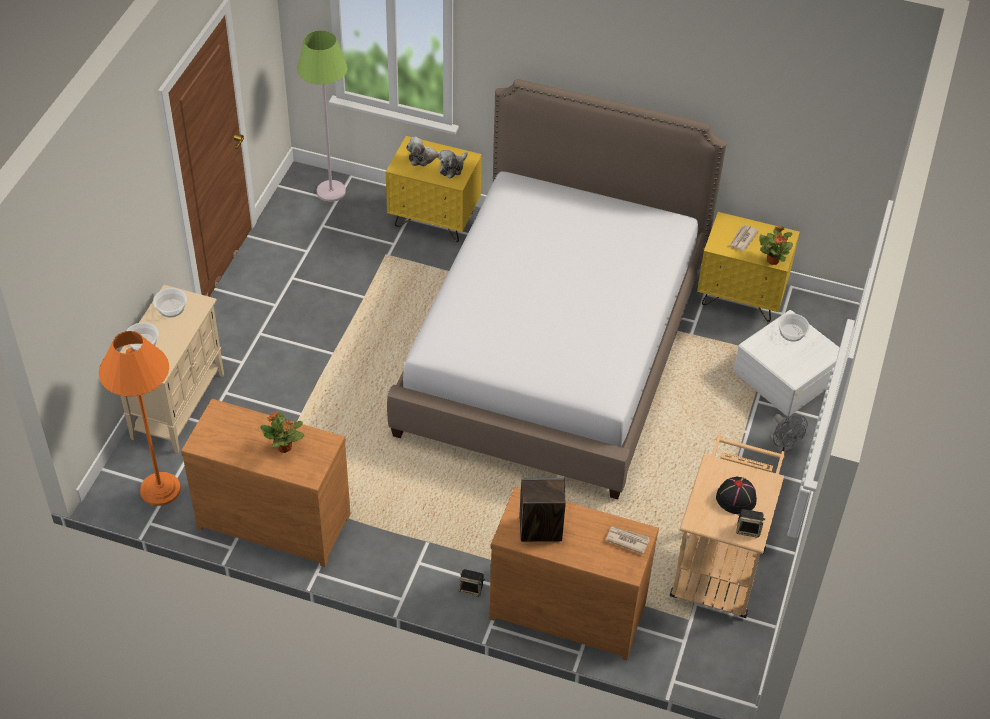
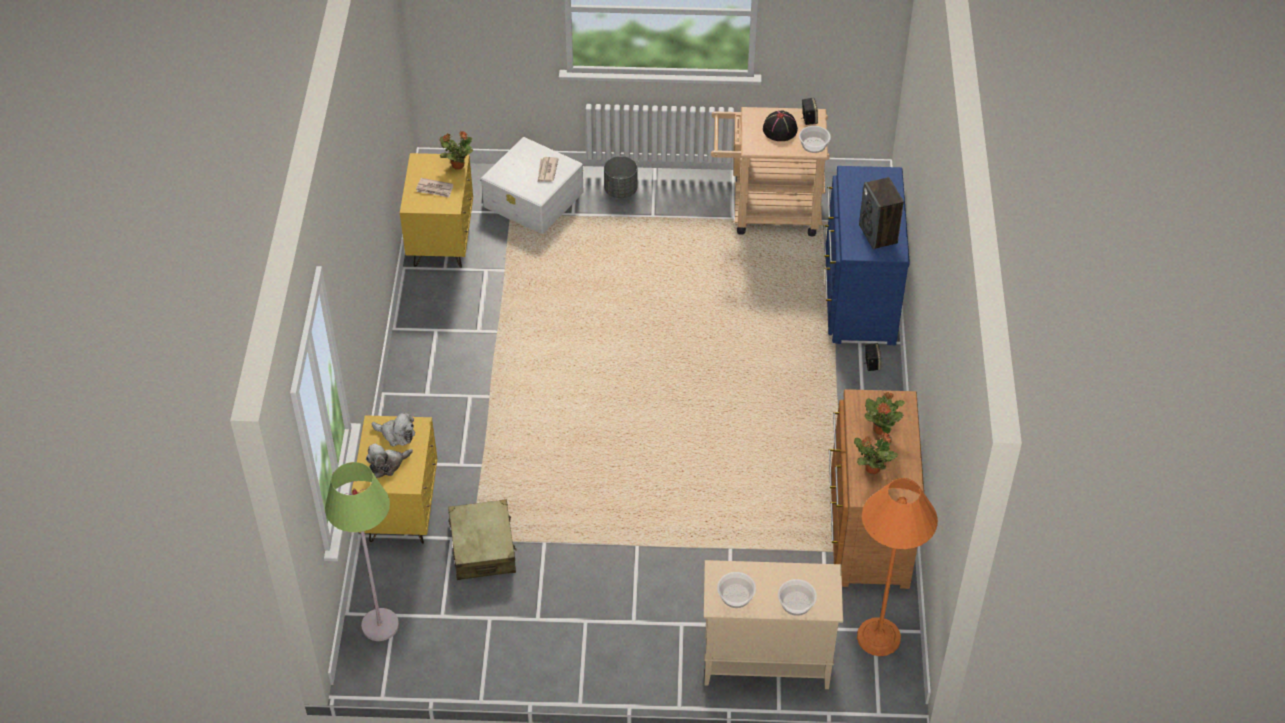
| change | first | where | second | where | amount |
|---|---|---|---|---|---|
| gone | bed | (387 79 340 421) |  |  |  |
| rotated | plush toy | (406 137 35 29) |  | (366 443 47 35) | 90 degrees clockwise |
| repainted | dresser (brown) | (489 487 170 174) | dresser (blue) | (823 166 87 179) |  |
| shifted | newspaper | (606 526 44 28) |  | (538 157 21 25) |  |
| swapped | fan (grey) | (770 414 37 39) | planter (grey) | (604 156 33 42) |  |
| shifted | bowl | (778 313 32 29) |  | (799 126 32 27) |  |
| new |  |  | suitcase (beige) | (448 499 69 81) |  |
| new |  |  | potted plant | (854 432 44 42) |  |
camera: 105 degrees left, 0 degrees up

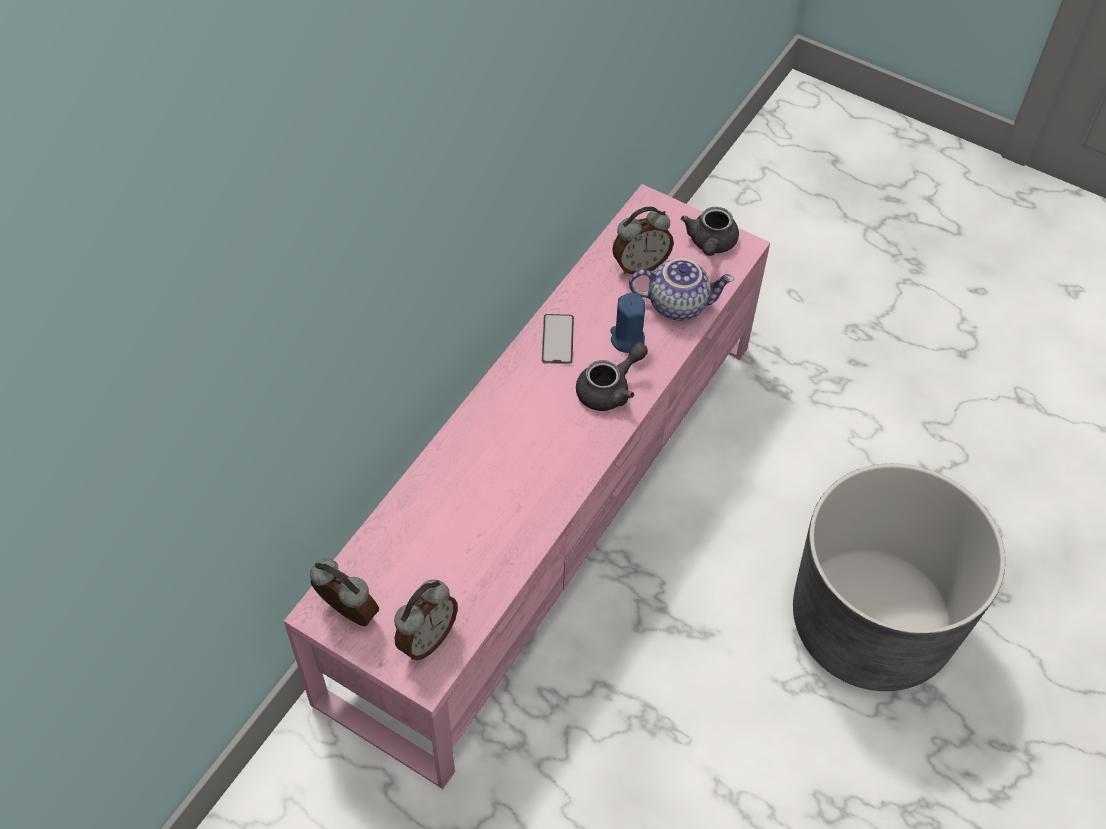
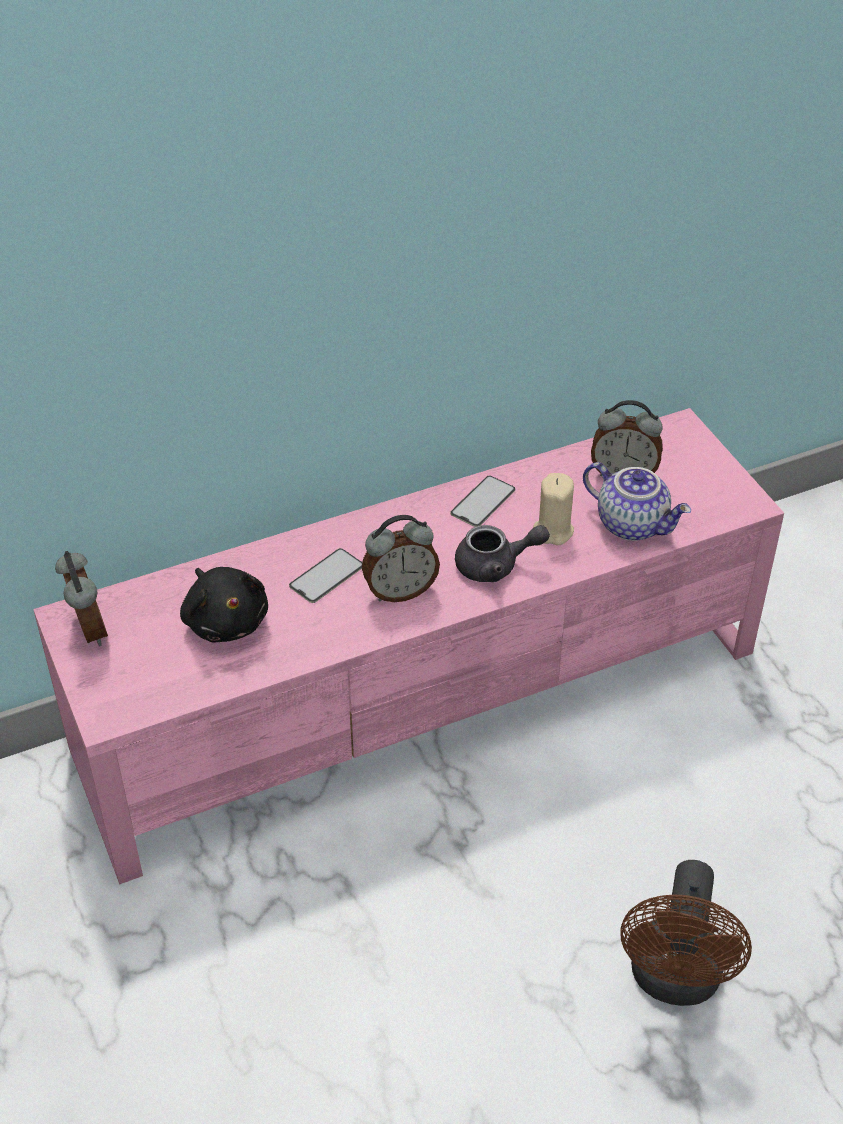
| change | first | where | second | where | amount |
|---|---|---|---|---|---|
| shifted | alarm clock | (394 580 64 81) |  | (362 515 78 87) |  |
| repainted | candle (blue) | (610 293 36 60) | candle (beige) | (533 473 41 72) |  |
| gone | teapot (grey) | (681 207 58 49) |  |  |  |
| swapped | planter (grey) | (793 463 212 228) | fan (brown) | (621 860 131 146) |  |
| new |  |  | plush toy (black) | (180 567 88 75) |  |
| new |  |  | phone | (289 548 74 55) |  |
camera: 35 degrees right, 10 degrees down

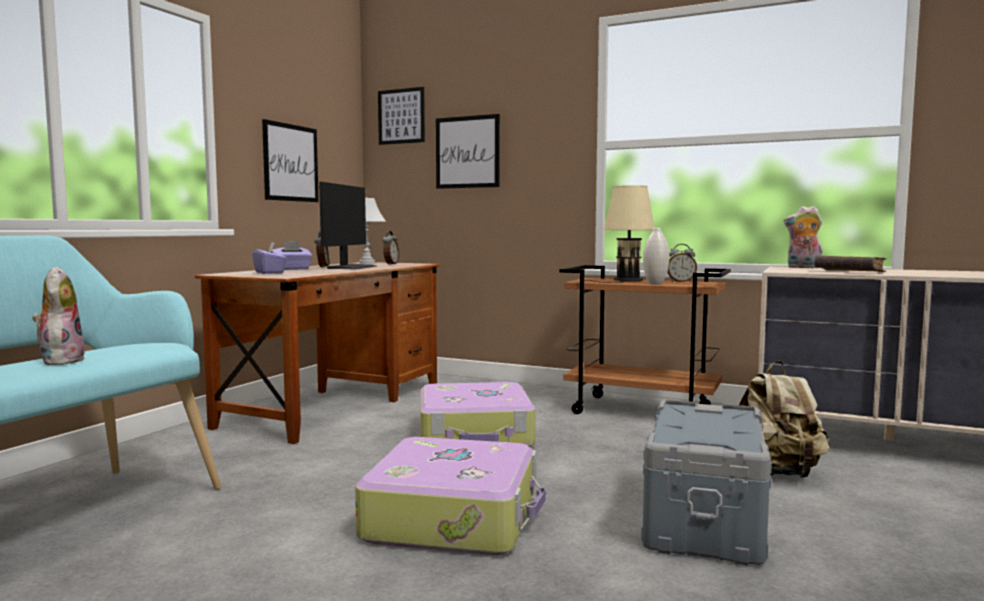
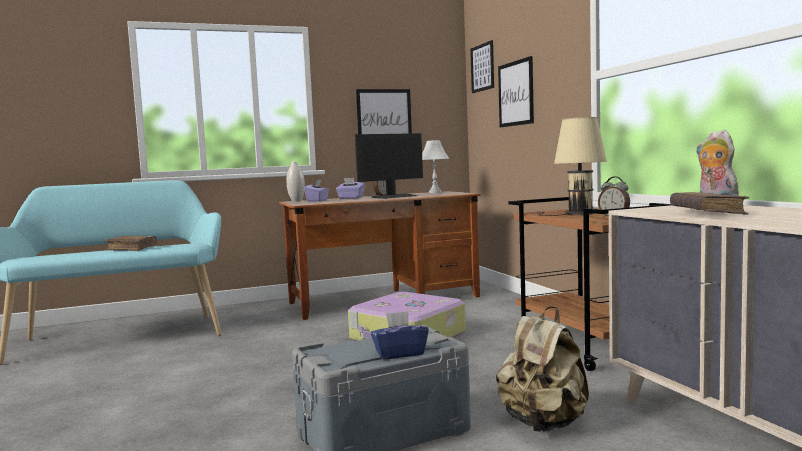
| change | first | where | second | where | amount |
|---|---|---|---|---|---|
| swapped | plush toy | (32 267 53 98) | book (brown) | (104 236 53 15) |  |
| gone | suitcase | (355 437 191 118) |  |  |  |
| gone | alarm clock | (382 231 17 34) |  |  |  |
| shifted | vase (white) | (643 228 26 57) |  | (287 162 18 40) |  |
| new |  |  | tissue box (blue) | (371 311 58 48) |  |
camera: 45 degrees right, 0 degrees up

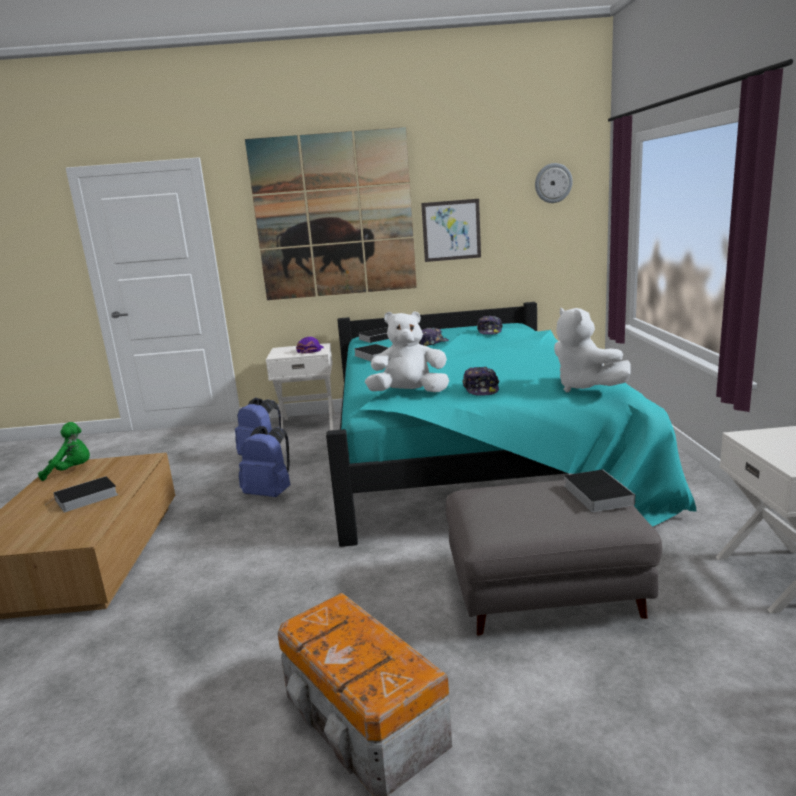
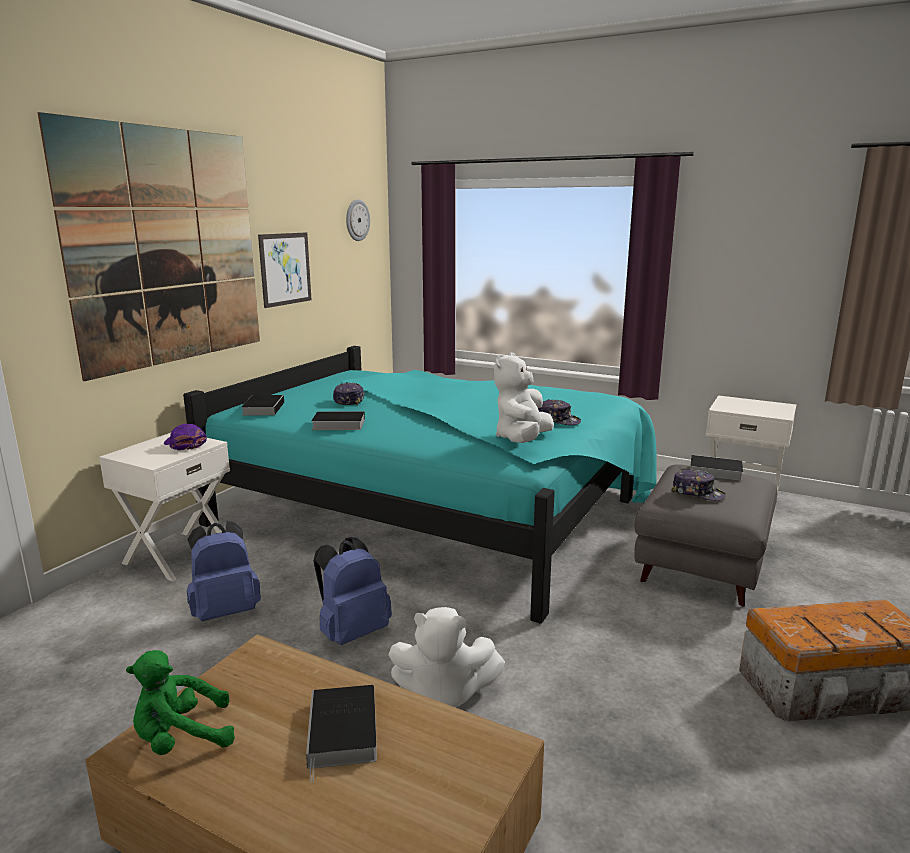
| change | first | where | second | where | amount |
|---|---|---|---|---|---|
| rotated | plush toy (green) | (38 422 52 59) |  | (126 650 109 105) | 135 degrees counterclockwise |
| shifted | cap | (477 316 26 19) |  | (671 469 55 32) |  |
| shifted | plush toy (white) | (554 308 77 84) |  | (388 607 117 100) |  |
camera: 60 degrees left, 0 degrees up

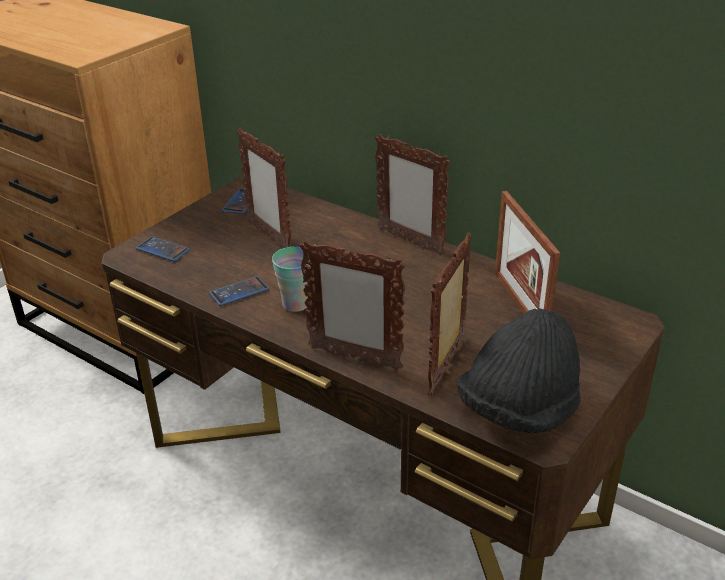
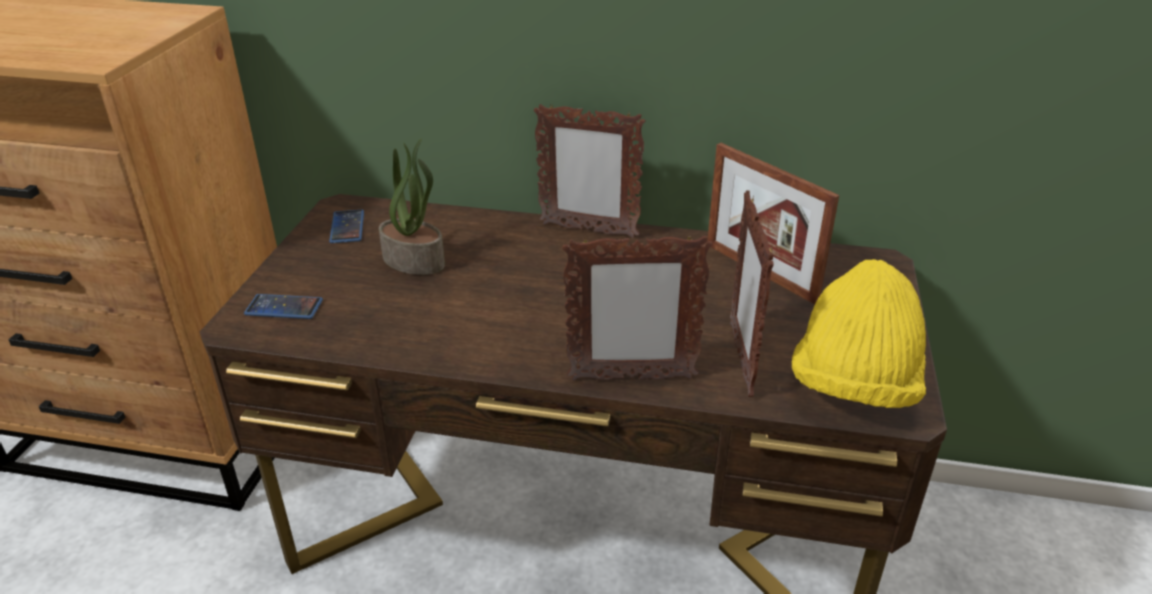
| change | first | where | second | where | amount |
|---|---|---|---|---|---|
| gone | phone | (209 276 60 30) |  |  |  |
| swapped | picture frame | (237 128 54 120) | potted plant | (379 138 66 137) |  |
| gone | cup | (272 247 39 65) |  |  |  |
| repainted | hat (black) | (456 308 125 125) | hat (yellow) | (792 259 134 149) |  |
camera: 25 degrees left, 0 degrees up

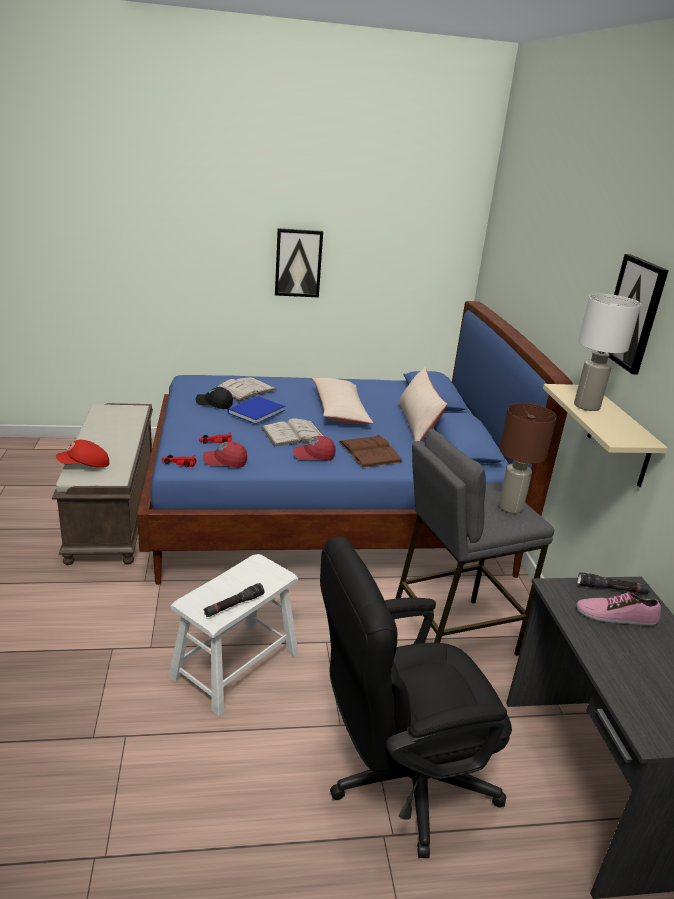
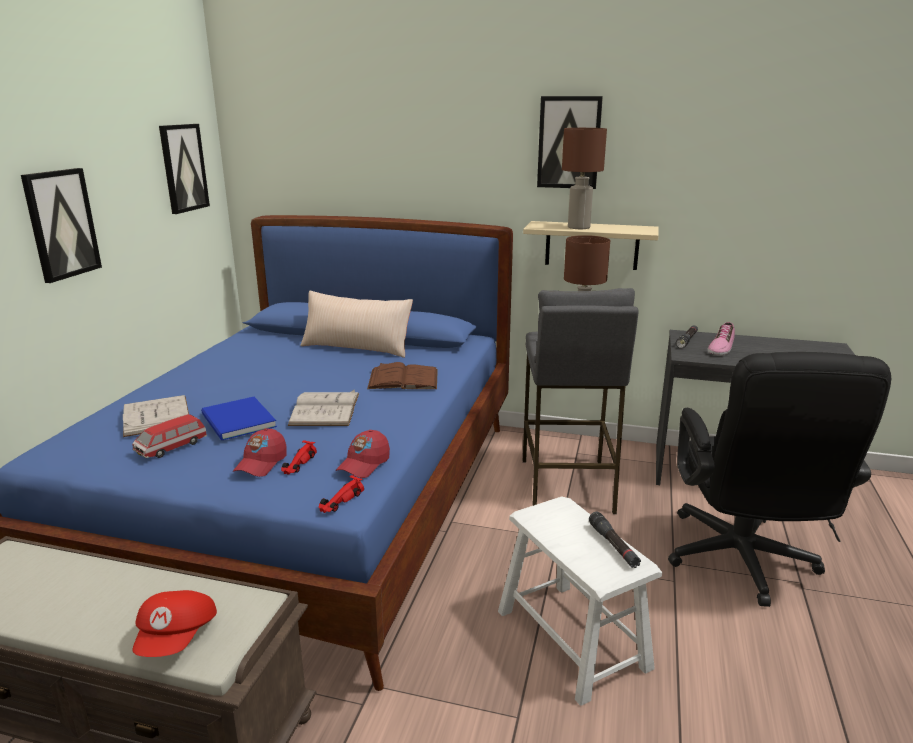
| change | first | where | second | where | amount |
|---|---|---|---|---|---|
| swapped | cap (black) | (195 387 38 22) | toy car | (132 414 75 44) |  |
| shifted | cap (red) | (293 436 43 25) |  | (232 428 55 49) |  |
| gone | pillow (beige) | (312 378 61 46) |  |  |  |
| repainted | table lamp (white) | (574 294 67 117) | table lamp (brown) | (562 128 45 101) |  |
| new |  |  | picture | (159 124 51 90) |  |
camera: 65 degrees left, 5 degrees down

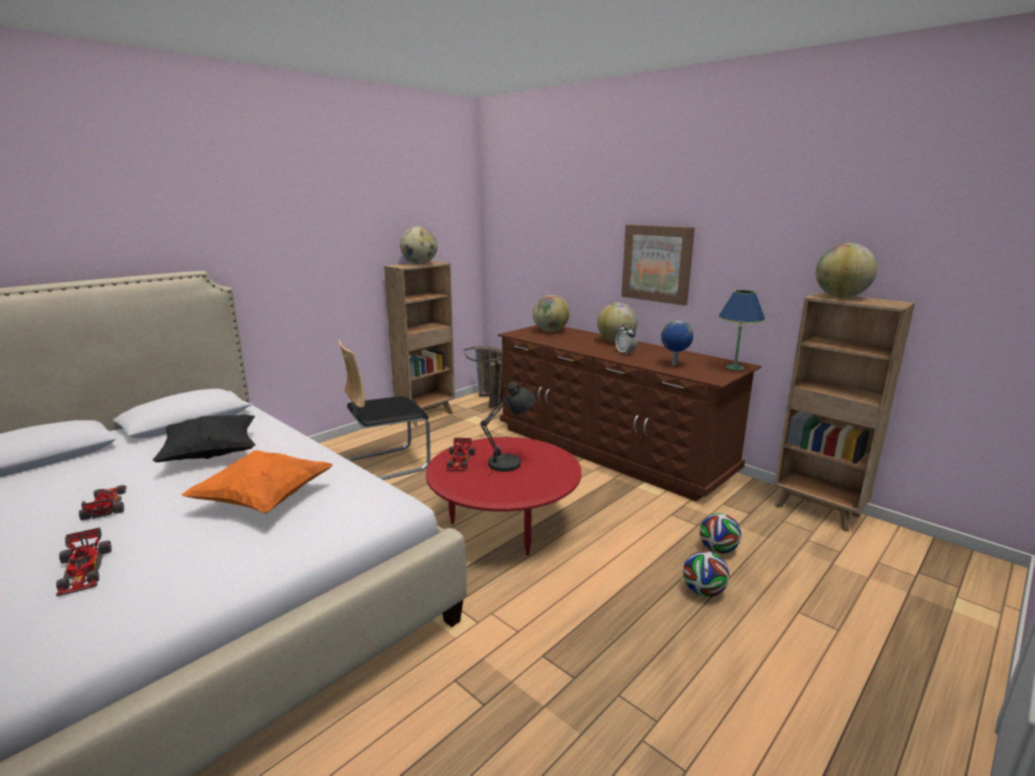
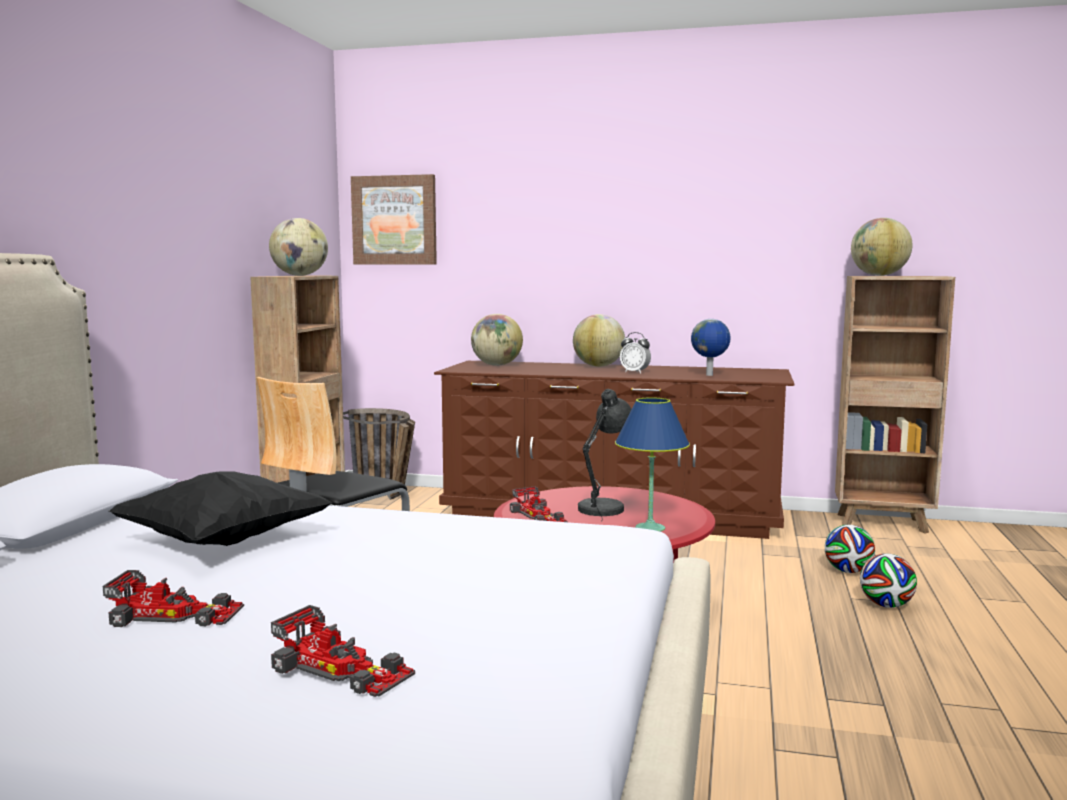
| change | first | where | second | where | amount |
|---|---|---|---|---|---|
| rotated | toy car | (79 485 48 35) |  | (103 570 141 57) | 150 degrees clockwise |
| gone | pillow (orange) | (181 450 152 64) |  |  |  |
| shifted | picture | (621 225 74 81) |  | (351 174 86 91) |  |
| shifted | table lamp (blue) | (718 290 47 80) |  | (615 397 75 135) |  |
camera: 30 degrees left, 10 degrees down

